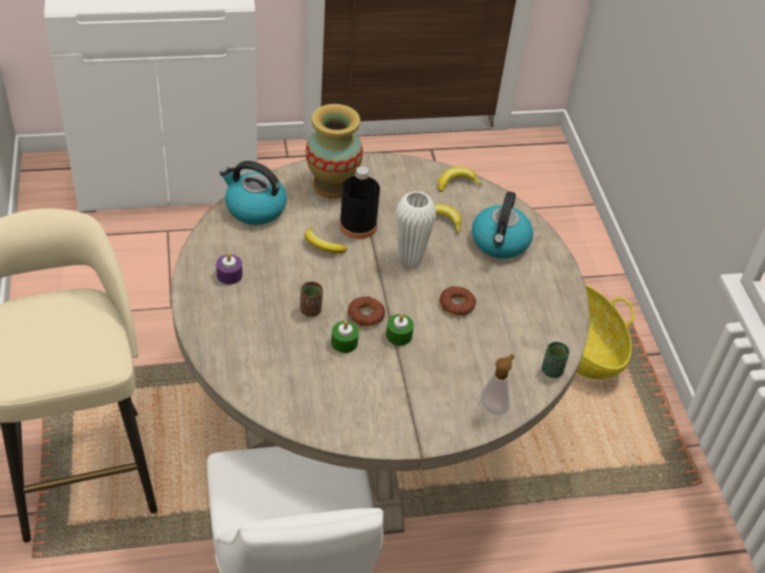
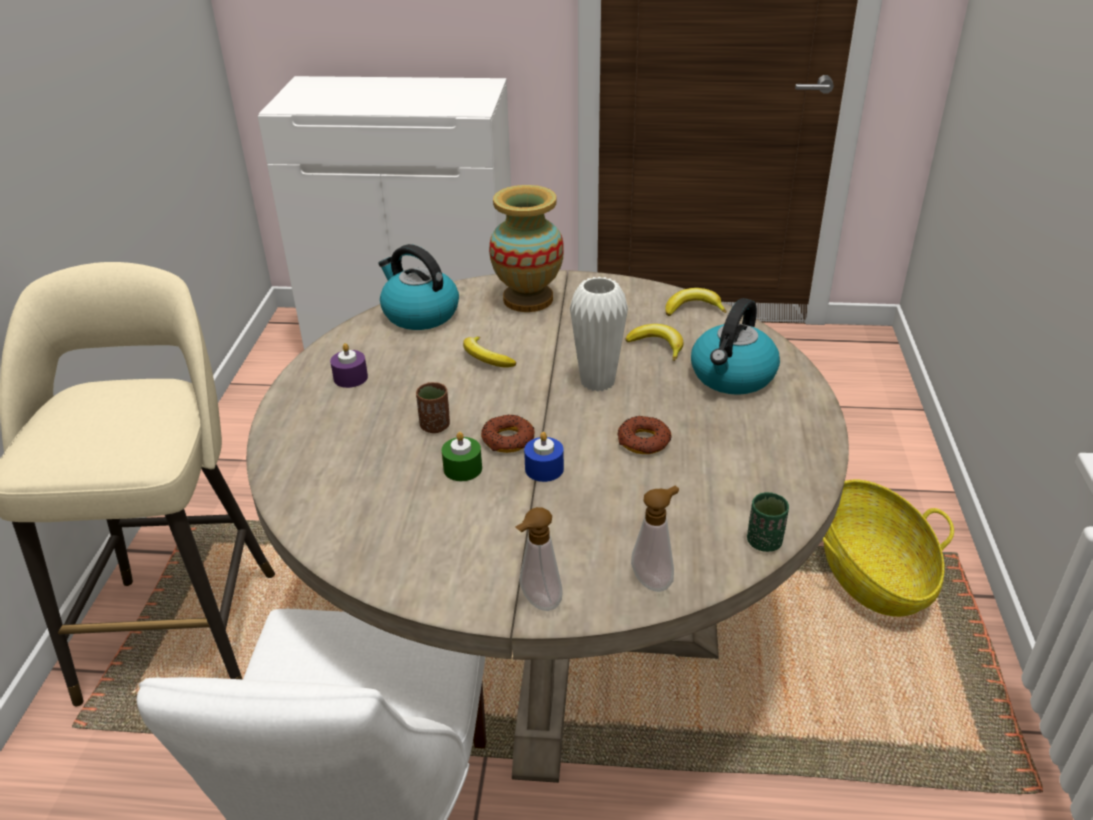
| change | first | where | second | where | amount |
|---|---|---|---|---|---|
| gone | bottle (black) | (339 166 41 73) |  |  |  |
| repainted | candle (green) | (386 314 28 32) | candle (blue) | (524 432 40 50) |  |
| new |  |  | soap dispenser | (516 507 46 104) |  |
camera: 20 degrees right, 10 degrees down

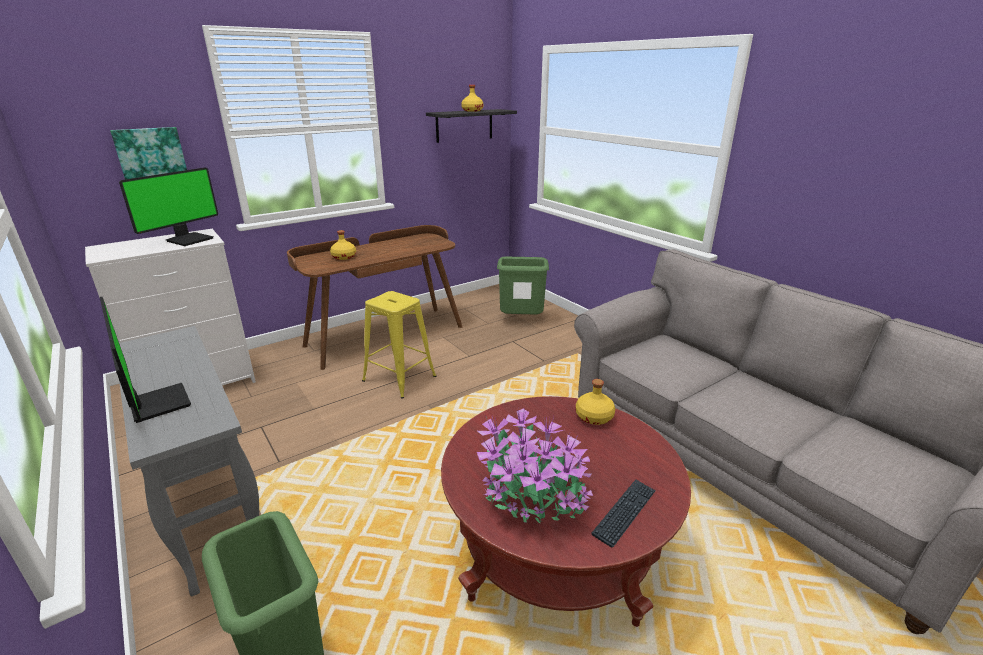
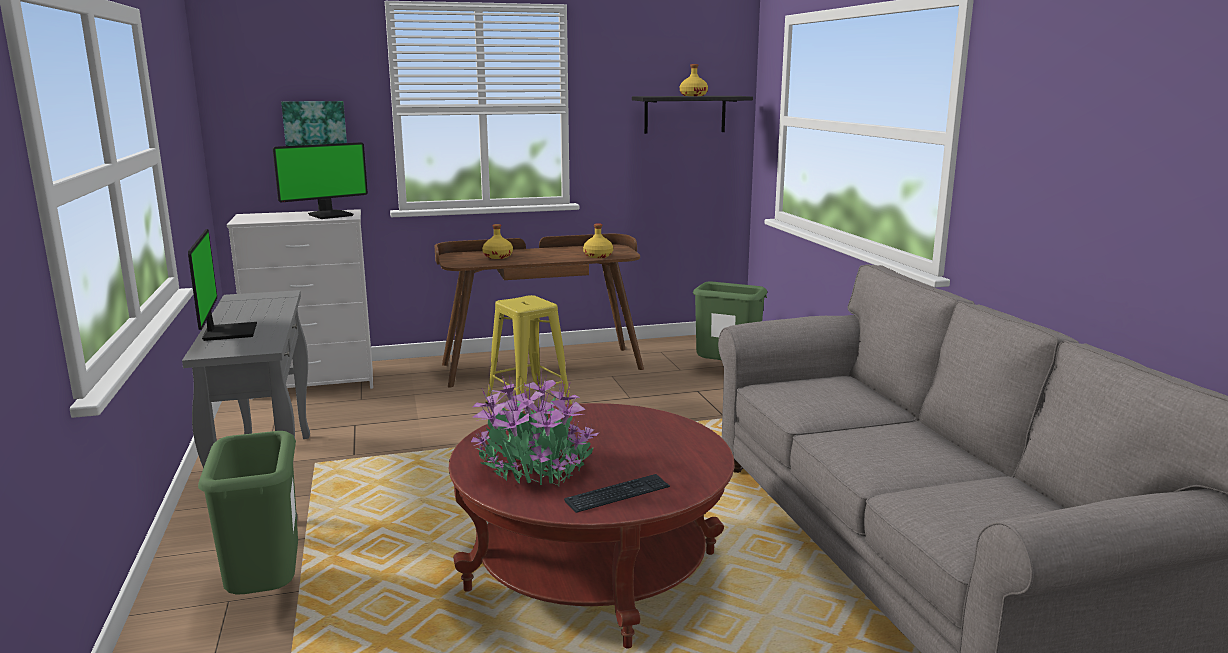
| change | first | where | second | where | amount |
|---|---|---|---|---|---|
| shifted | bottle (yellow) | (576 379 39 46) |  | (583 224 30 34) |  |
camera: 20 degrees right, 10 degrees down

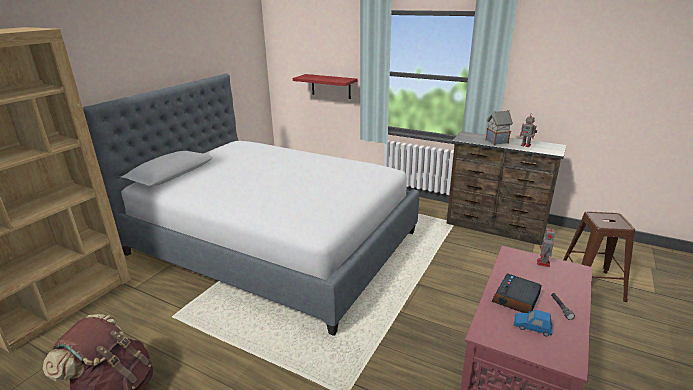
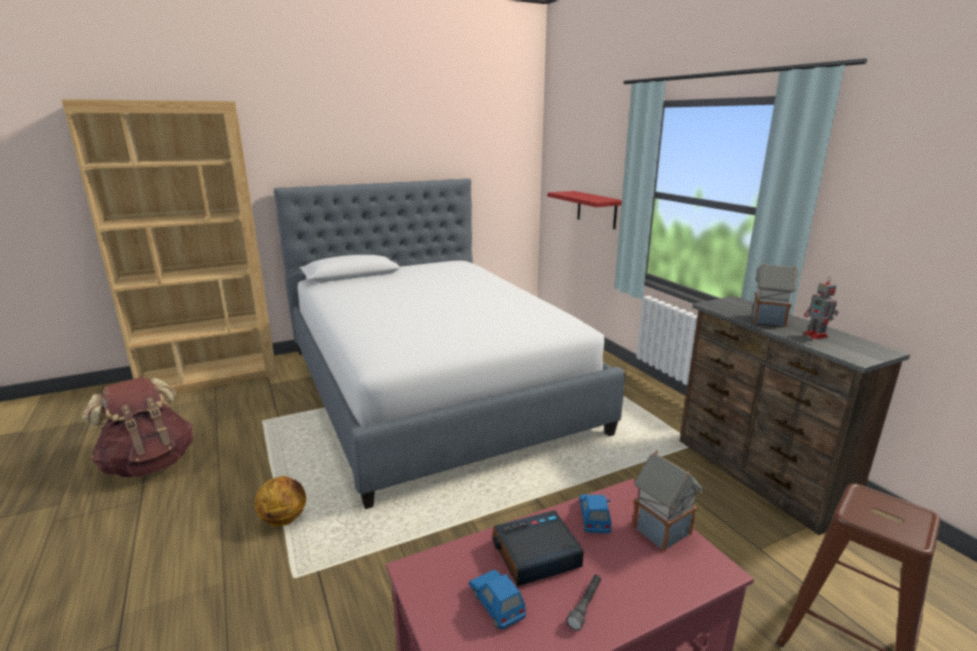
| change | first | where | second | where | amount |
|---|---|---|---|---|---|
| swapped | toy robot | (537 226 18 41) | toy house | (632 451 71 101) |  |
| new |  |  | basketball | (254 476 52 51) |  |
| new |  |  | toy car (blue) | (579 494 33 39) |  |
camera: 35 degrees right, 5 degrees down

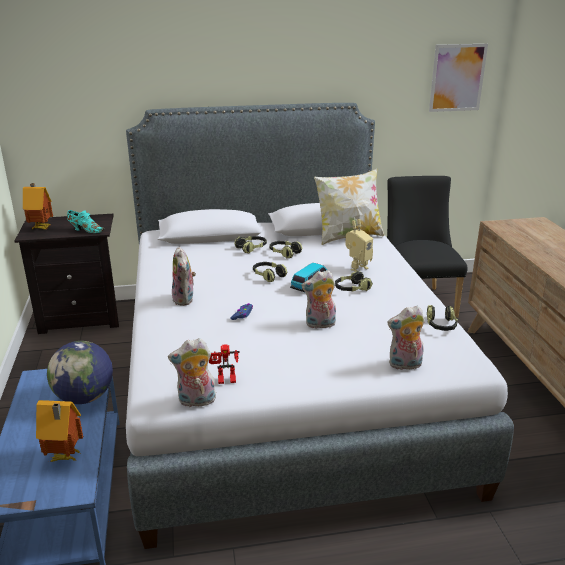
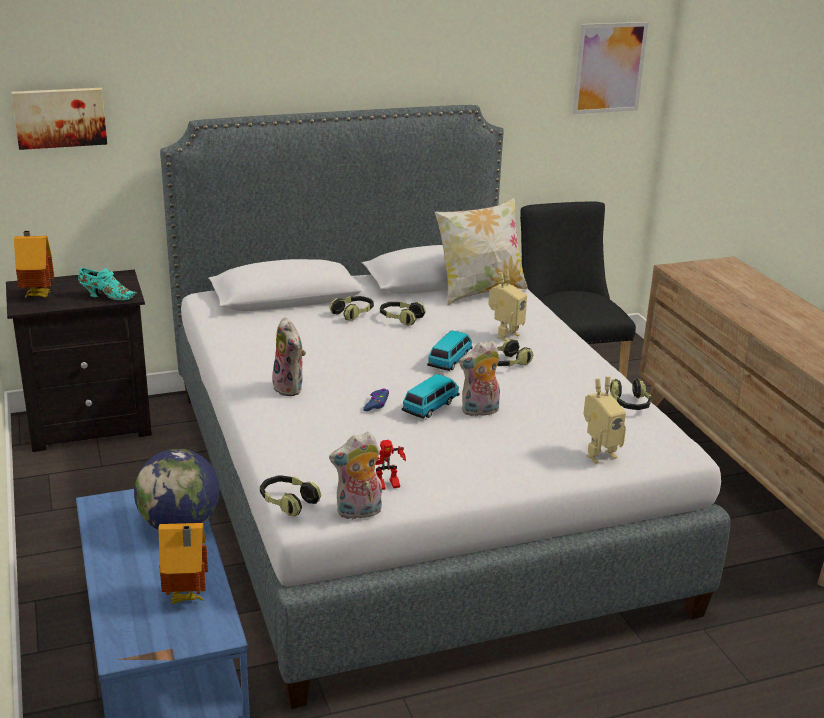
| change | first | where | second | where | amount |
|---|---|---|---|---|---|
| shifted | headphones | (253 262 34 20) |  | (260 475 62 41) |  |
| swapped | plush toy | (387 306 38 64) | toy robot | (583 376 43 88) |  |
| new |  |  | picture | (11 88 96 62) |  |
| new |  |  | toy car | (402 374 58 45) |  |
camera: 10 degrees left, 0 degrees up

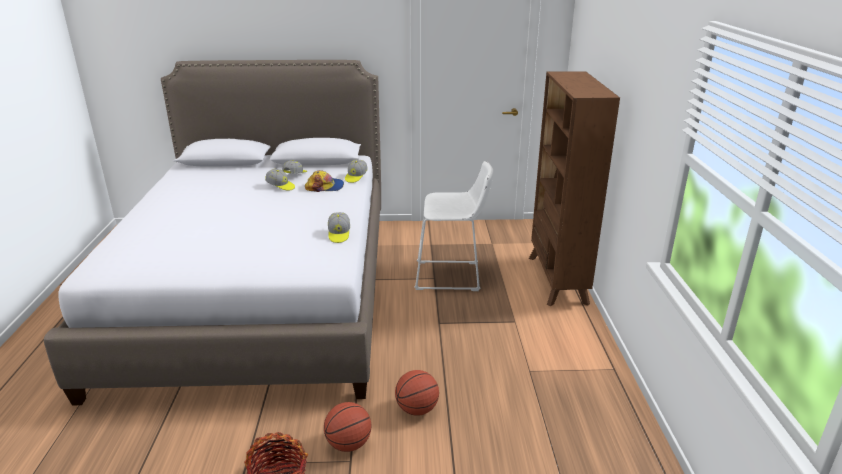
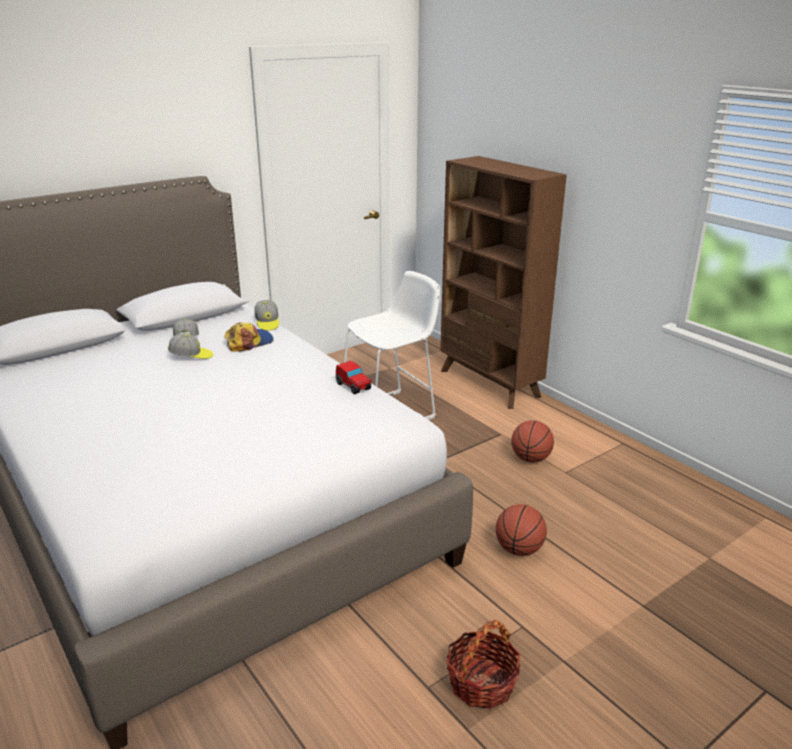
| change | first | where | second | where | amount |
|---|---|---|---|---|---|
| shifted | basketball | (324 402 47 50) |  | (511 420 43 43) |  |
| swapped | cap | (328 212 22 31) | toy car | (336 361 36 33) |  |
camera: 35 degrees left, 0 degrees up

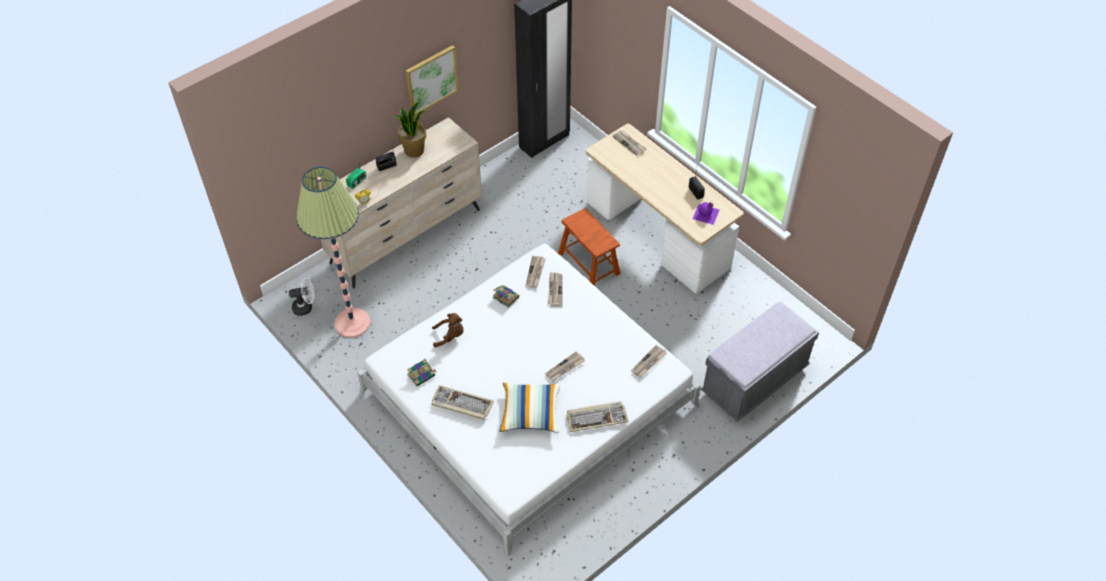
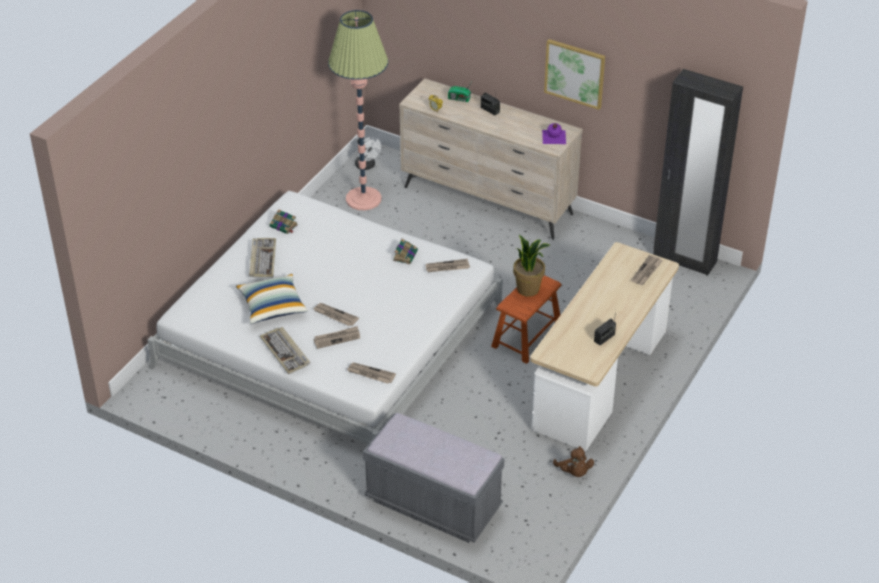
| change | first | where | second | where | amount |
|---|---|---|---|---|---|
| shifted | potted plant | (393 101 33 57) |  | (513 235 38 62) |  |
| shifted | plush toy (brown) | (432 313 32 34) |  | (553 446 41 31) |  |
| shifted | newspaper | (548 272 14 35) |  | (313 326 47 23) |  |
| shifted | bottle (purple) | (693 202 26 23) |  | (542 123 24 21) |  |
camera: 70 degrees right, 10 degrees down

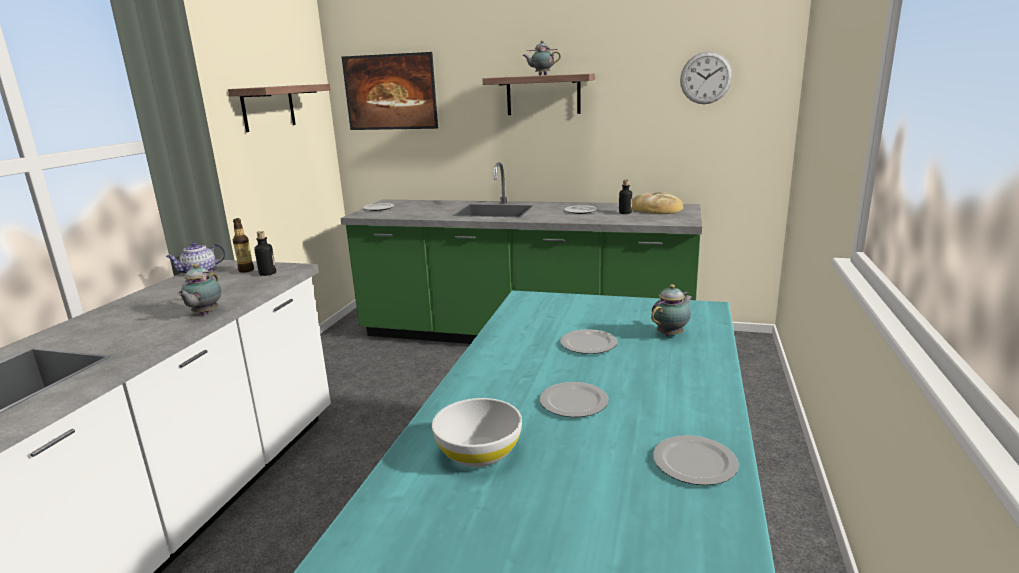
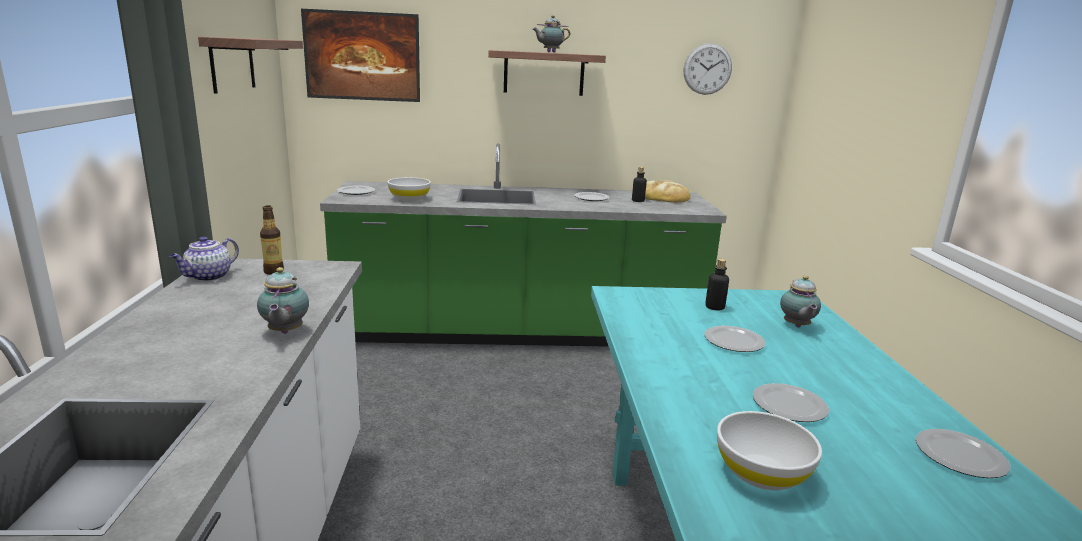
| change | first | where | second | where | amount |
|---|---|---|---|---|---|
| shifted | bottle | (254 231 22 45) |  | (705 259 24 51) |  |
| rotated | teapot | (651 284 41 52) |  | (780 275 41 52) | 150 degrees clockwise |
| new |  |  | bowl (white) | (387 177 44 24) |  |
camera: 20 degrees left, 0 degrees up

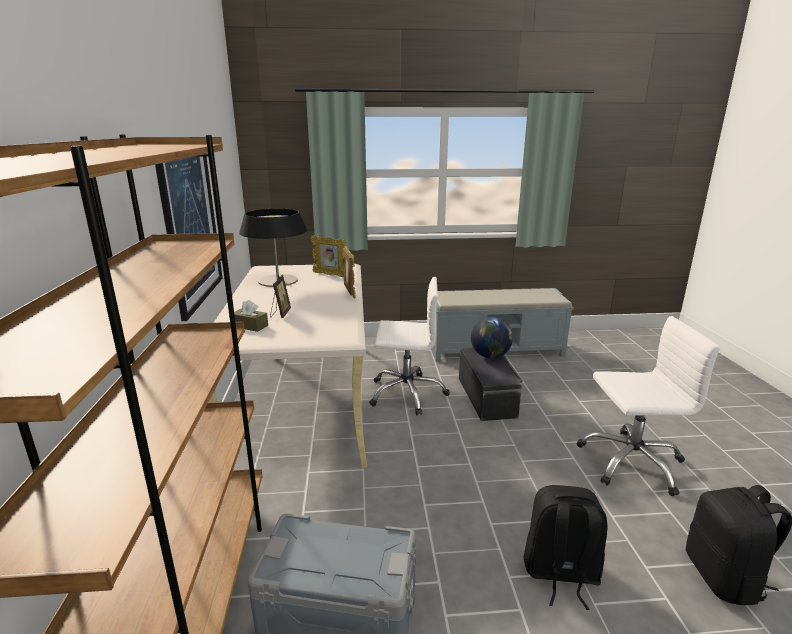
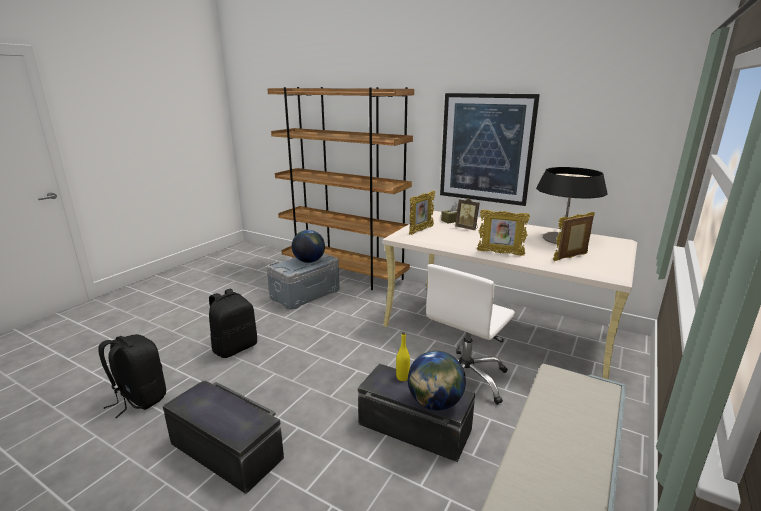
| change | first | where | second | where | amount |
|---|---|---|---|---|---|
| swapped | office chair (white) | (577 316 143 180) | storage box (black) | (163 380 121 114) |  |
| new |  |  | globe | (292 230 33 33) |  |
| new |  |  | bottle (yellow) | (396 332 14 49) |  |
| new |  |  | picture frame | (409 191 26 44) |  |
camera: 125 degrees right, 0 degrees up

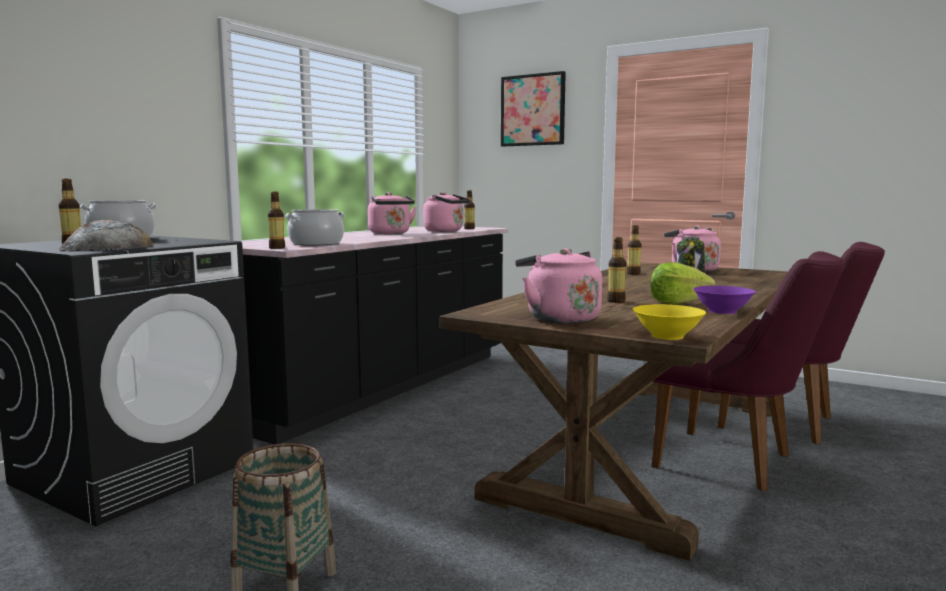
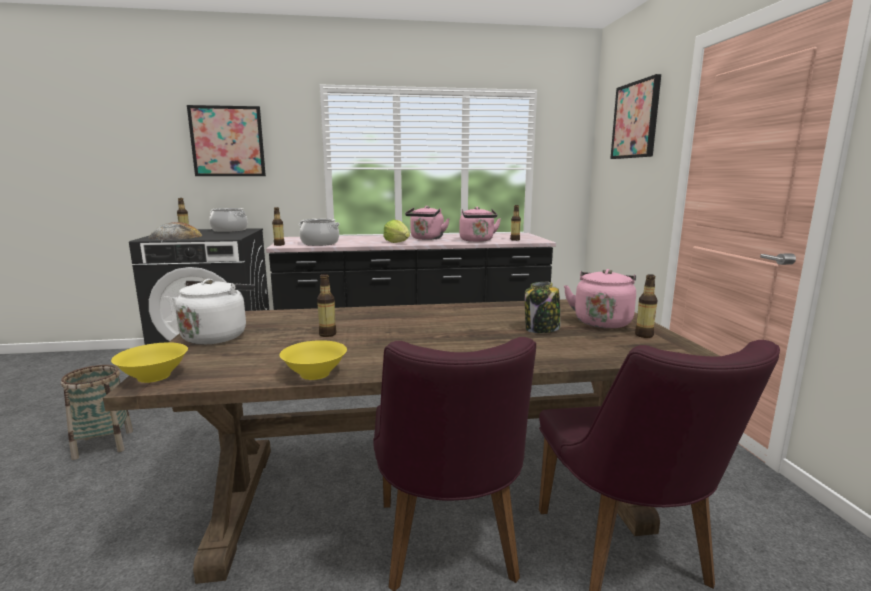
| change | first | where | second | where | amount |
|---|---|---|---|---|---|
| repainted | kettle (pink) | (515 248 87 76) | kettle (white) | (172 279 83 66) |  |
| shifted | bottle | (627 225 14 50) |  | (635 274 23 64) |  |
| shifted | lettuce | (651 262 65 42) |  | (383 220 27 23) |  |
| repainted | bowl (purple) | (693 286 63 28) | bowl (yellow) | (279 340 68 40) |  |
| new |  |  | picture | (187 105 79 71) |  |
camera: 50 degrees right, 5 degrees up

